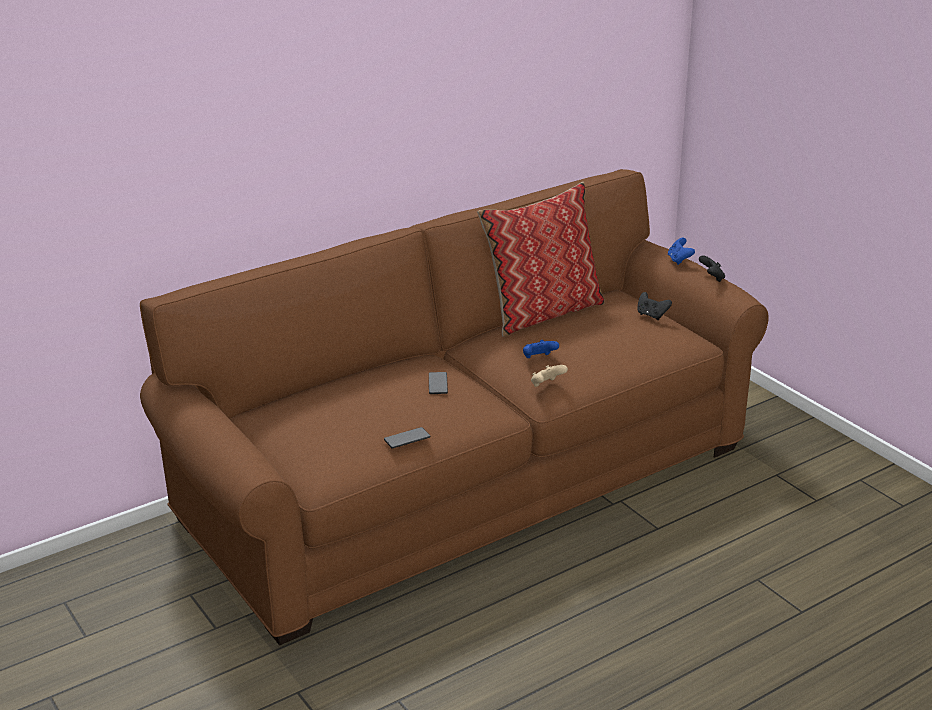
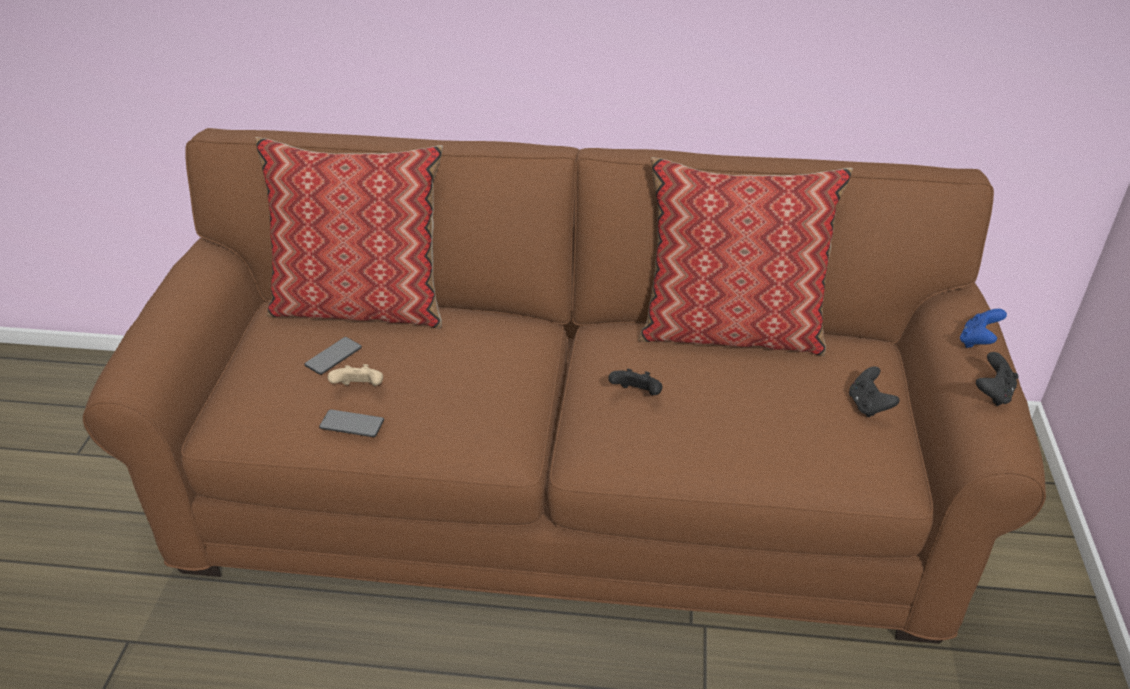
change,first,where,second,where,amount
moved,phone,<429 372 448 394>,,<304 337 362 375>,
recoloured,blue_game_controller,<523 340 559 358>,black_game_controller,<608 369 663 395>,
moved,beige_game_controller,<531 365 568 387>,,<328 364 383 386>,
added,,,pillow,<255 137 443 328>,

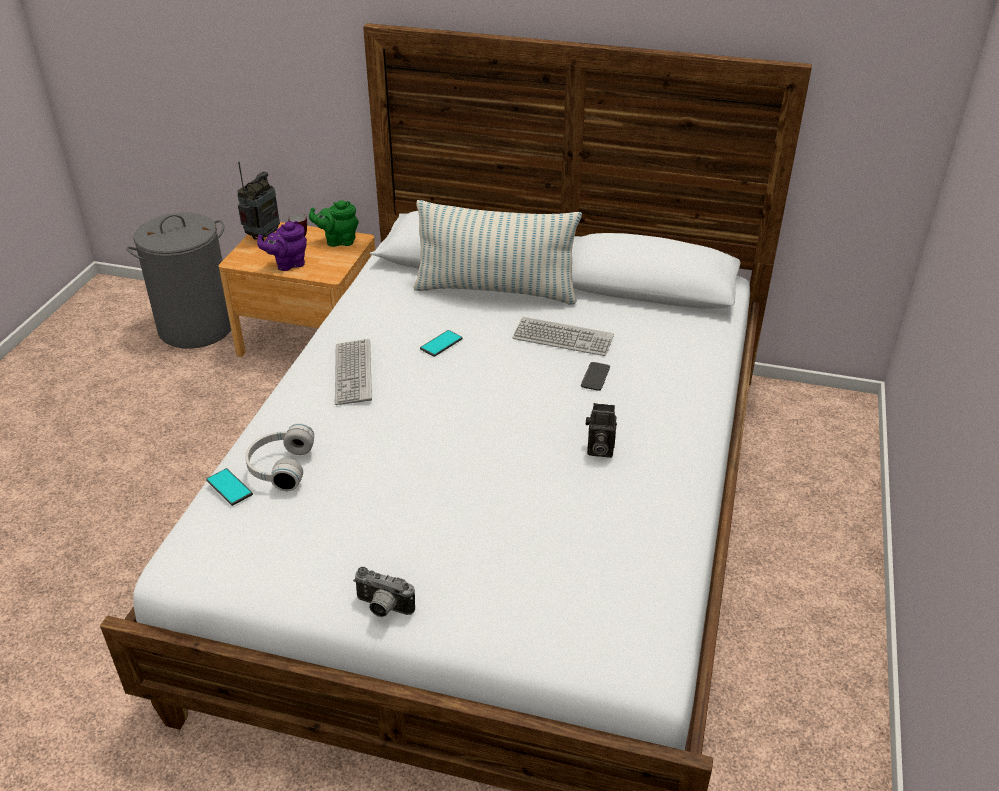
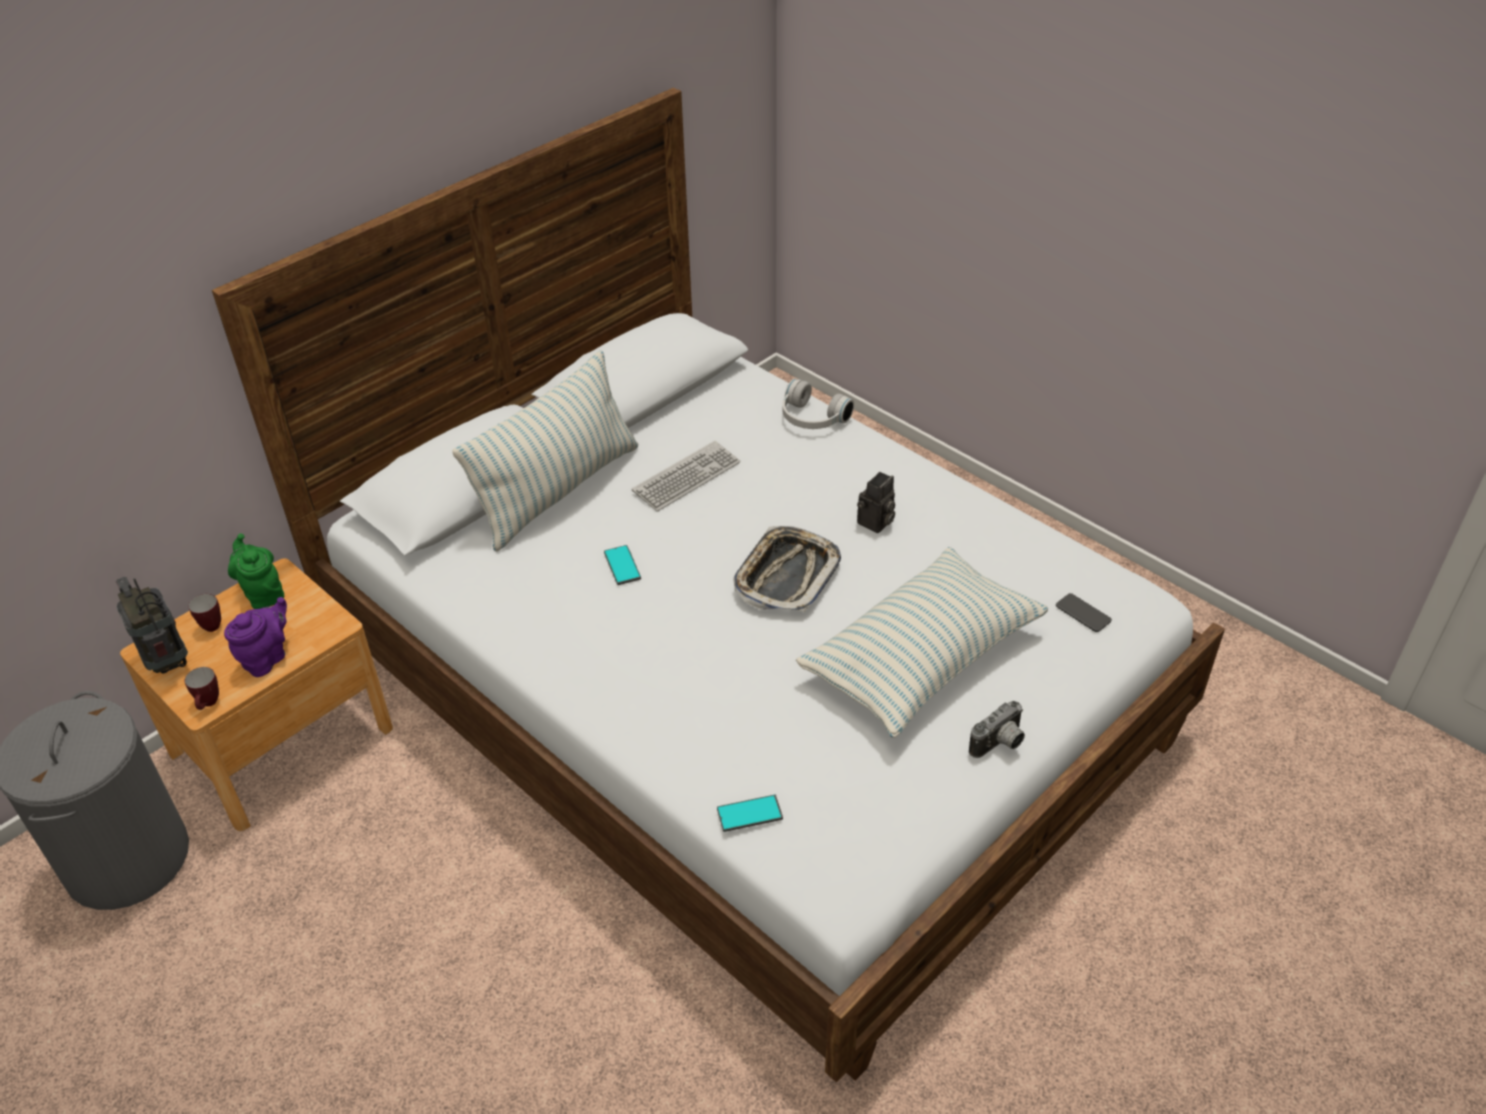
change,first,where,second,where,amount
moved,white_headphones,<245 423 314 491>,,<782 379 854 429>,
turned,purple_teapot,<257 221 307 271>,,<224 597 287 677>,150 degrees counterclockwise
turned,green_teapot,<309 200 359 247>,,<228 533 284 609>,120 degrees clockwise
removed,keyboard,<335 339 372 405>,,,
moved,phone,<581 362 610 391>,,<1056 593 1112 632>,
added,,,mug,<185 667 219 710>,
added,,,tray,<733 526 841 612>,
added,,,pillow,<796 547 1048 738>,

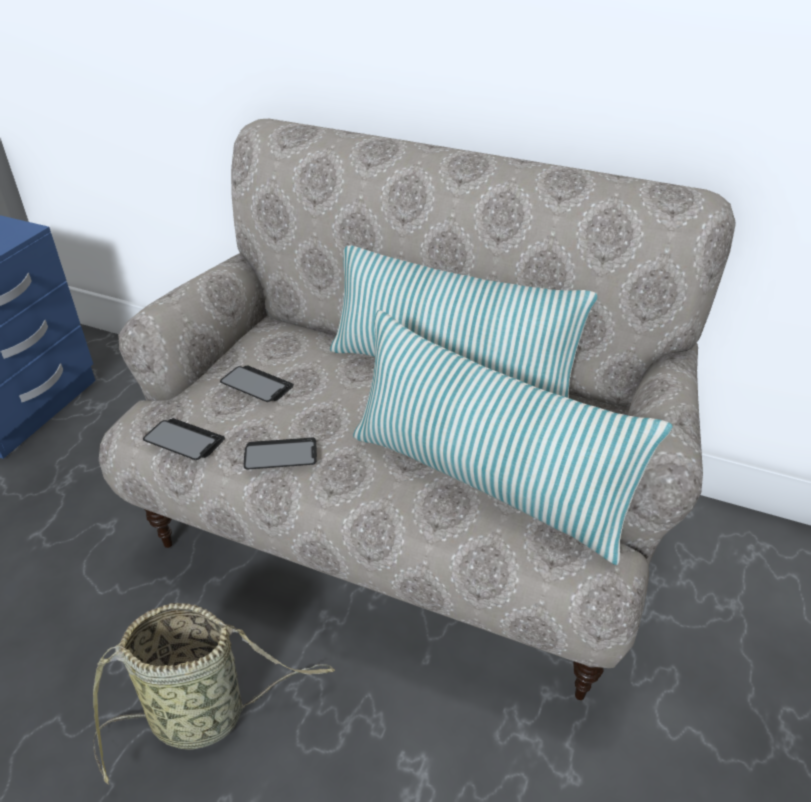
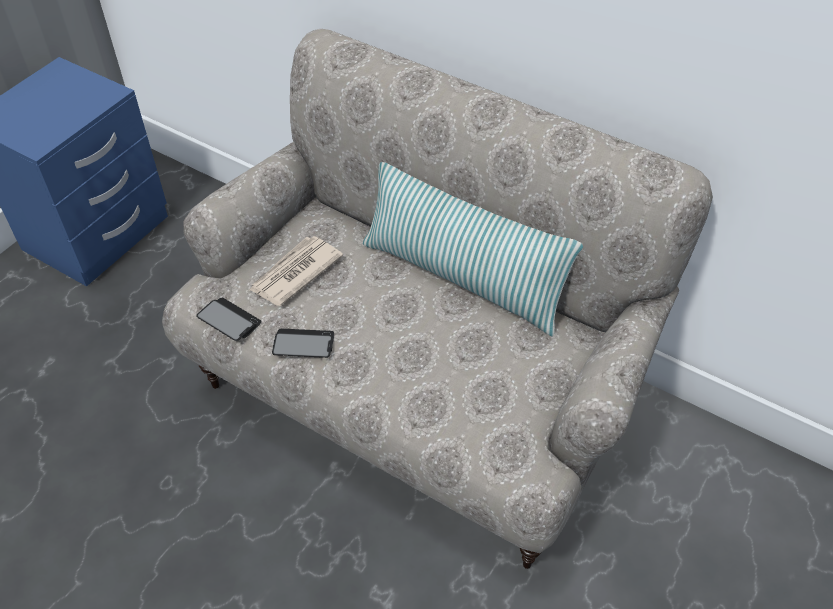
change,first,where,second,where,amount
removed,basket,<93 603 335 785>,,,
replaced,phone,<220 366 294 402>,newspaper,<249 236 343 306>,
removed,pillow,<353 310 673 565>,,,

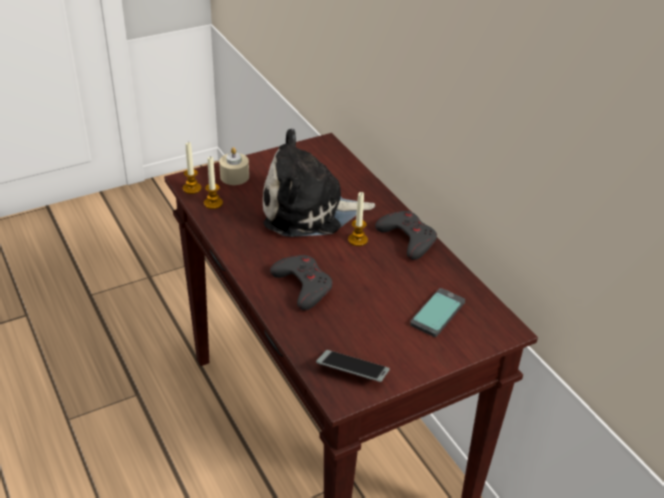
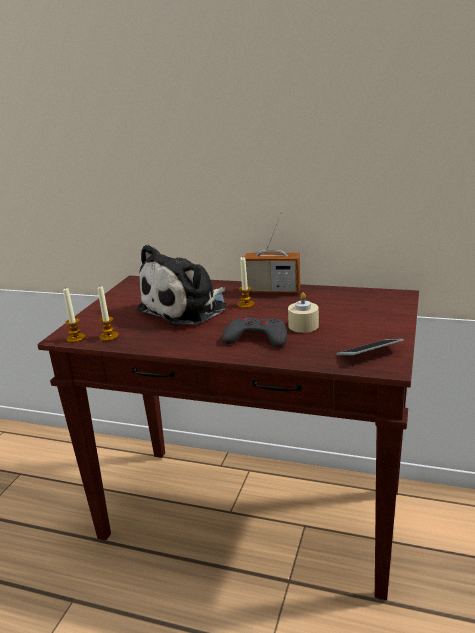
change,first,where,second,where,amount
moved,beige_candle,<219 147 249 185>,,<288 293 319 333>,
replaced,grey_game_controller,<375 211 437 260>,radio,<244 211 300 294>,
removed,phone,<410 288 465 337>,,,

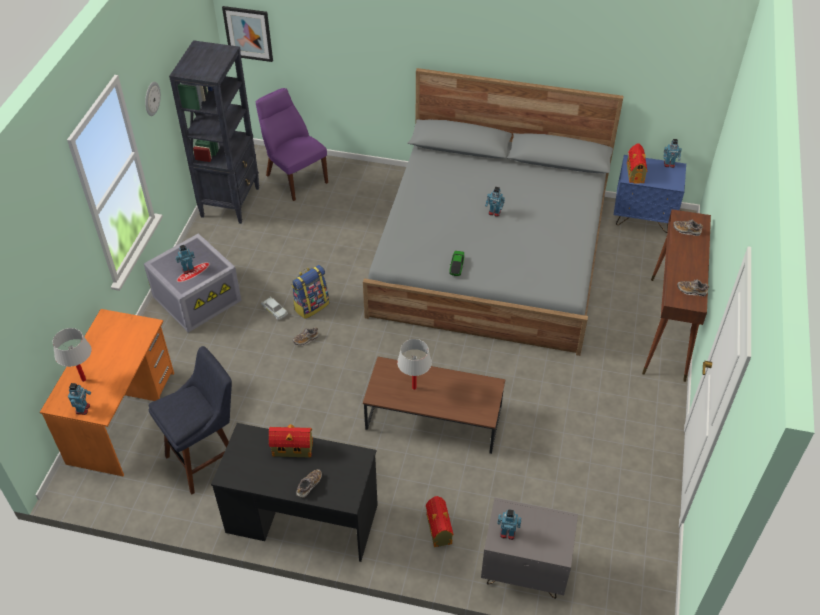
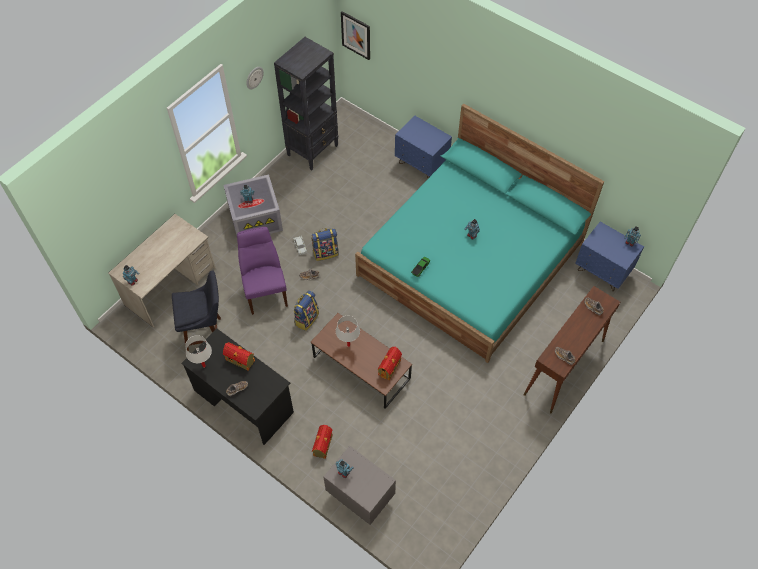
change,first,where,second,where,amount
recoloured,orange_desk,<40 309 174 476>,beige_desk,<108 214 215 327>,
moved,white_table_lamp,<53 328 91 382>,,<185 335 212 368>,
moved,purple_chair,<256 88 328 201>,,<237 227 288 315>,
recoloured,grey_bed,<363 68 624 356>,turquoise_bed,<355 103 604 363>,
moved,toy_house,<627 143 648 184>,,<378 347 402 380>,
added,,,backpack,<294 291 319 331>,
added,,,blue_nightstand,<395 116 452 178>,

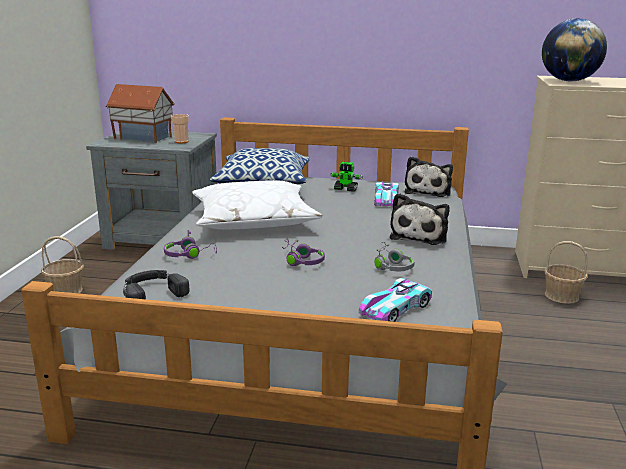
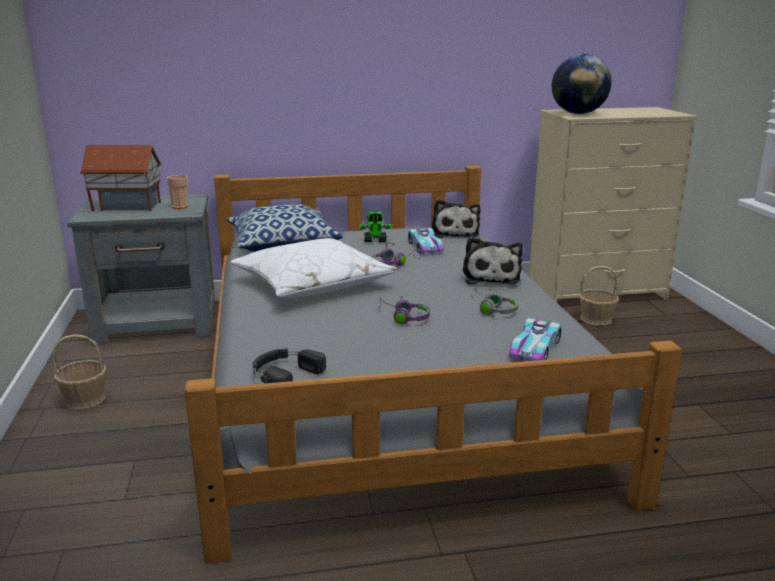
change,first,where,second,where,amount
moved,purple_headphones,<164 230 217 259>,,<372 242 421 266>,

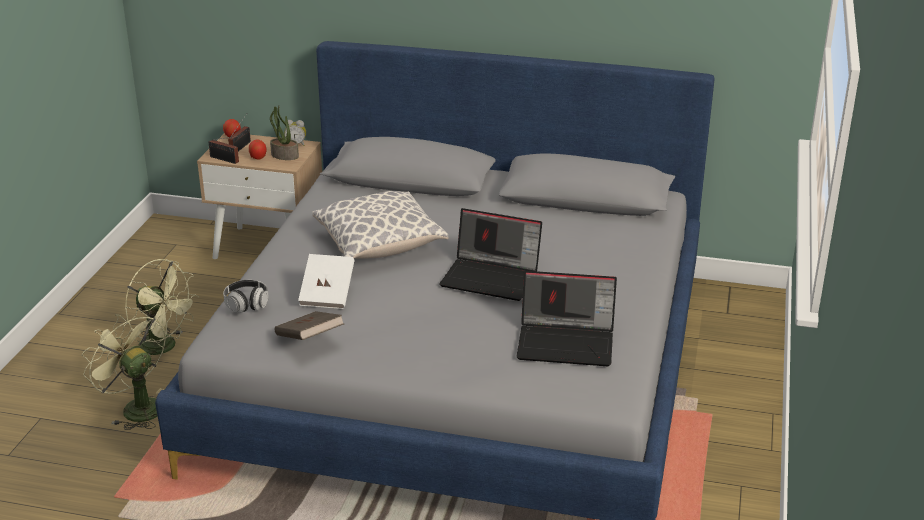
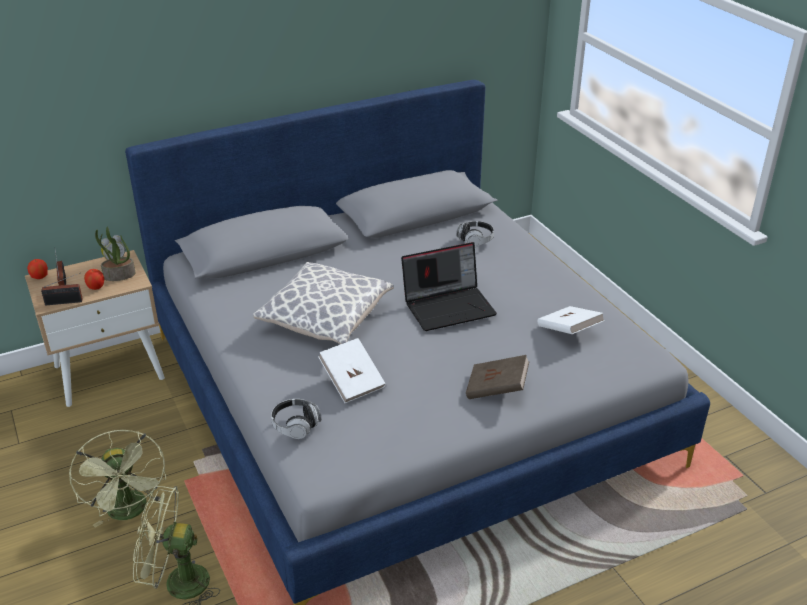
change,first,where,second,where,amount
turned,green_fan,<125 259 199 357>,,<69 430 166 528>,75 degrees clockwise
moved,brown_book,<275 311 344 340>,,<466 355 529 399>,
replaced,laptop,<517 271 617 366>,white_book,<538 306 605 334>,
added,,,headphones,<456 221 494 247>,

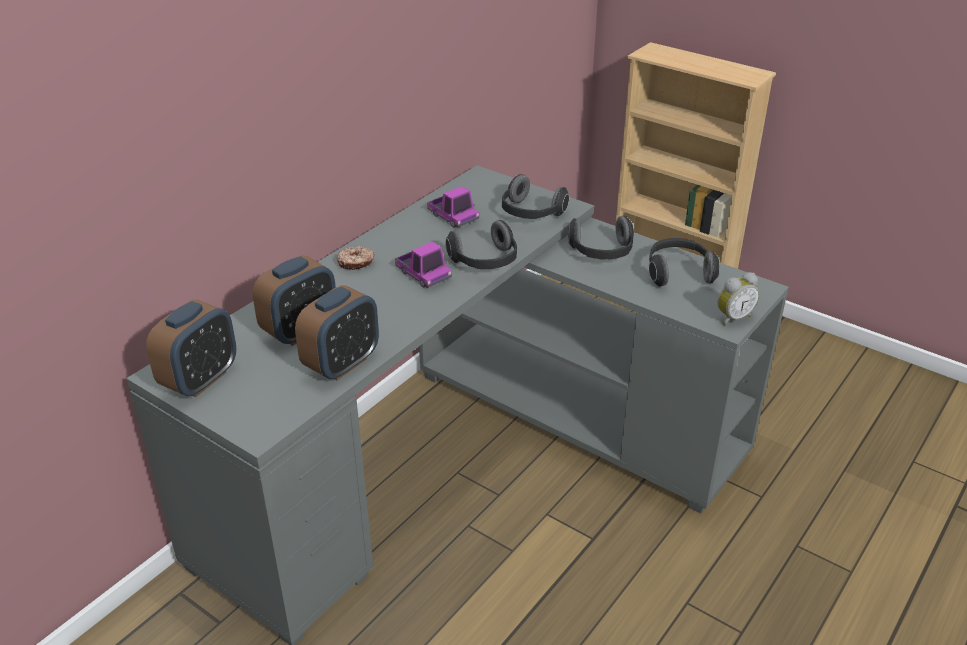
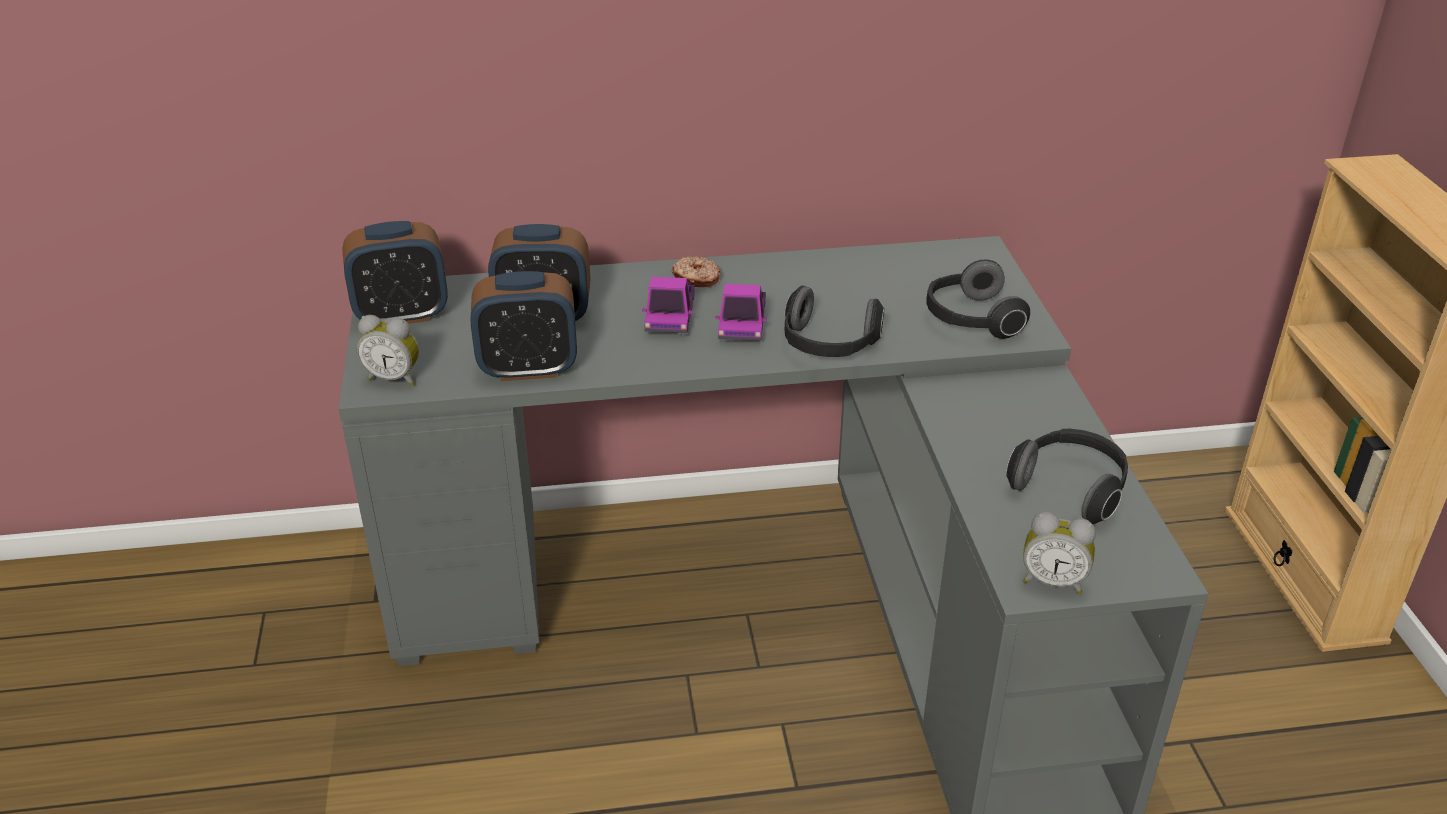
change,first,where,second,where,amount
moved,toy_truck,<427 186 479 228>,,<642 277 695 333>,
removed,headphones,<568 216 634 259>,,,
added,,,alarm_clock,<357 315 419 386>,

